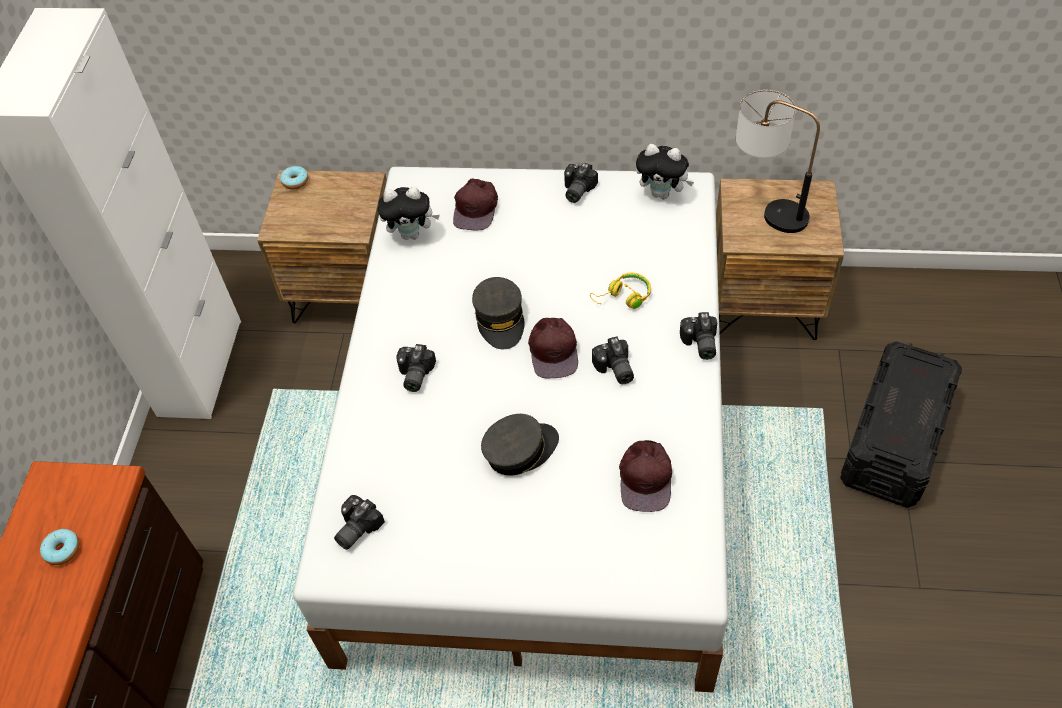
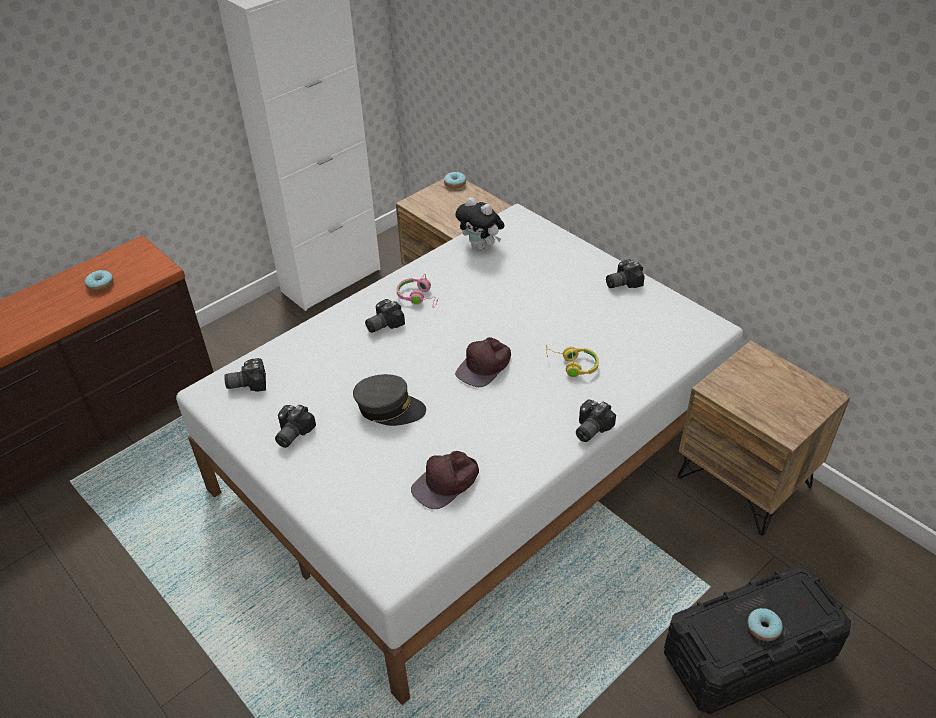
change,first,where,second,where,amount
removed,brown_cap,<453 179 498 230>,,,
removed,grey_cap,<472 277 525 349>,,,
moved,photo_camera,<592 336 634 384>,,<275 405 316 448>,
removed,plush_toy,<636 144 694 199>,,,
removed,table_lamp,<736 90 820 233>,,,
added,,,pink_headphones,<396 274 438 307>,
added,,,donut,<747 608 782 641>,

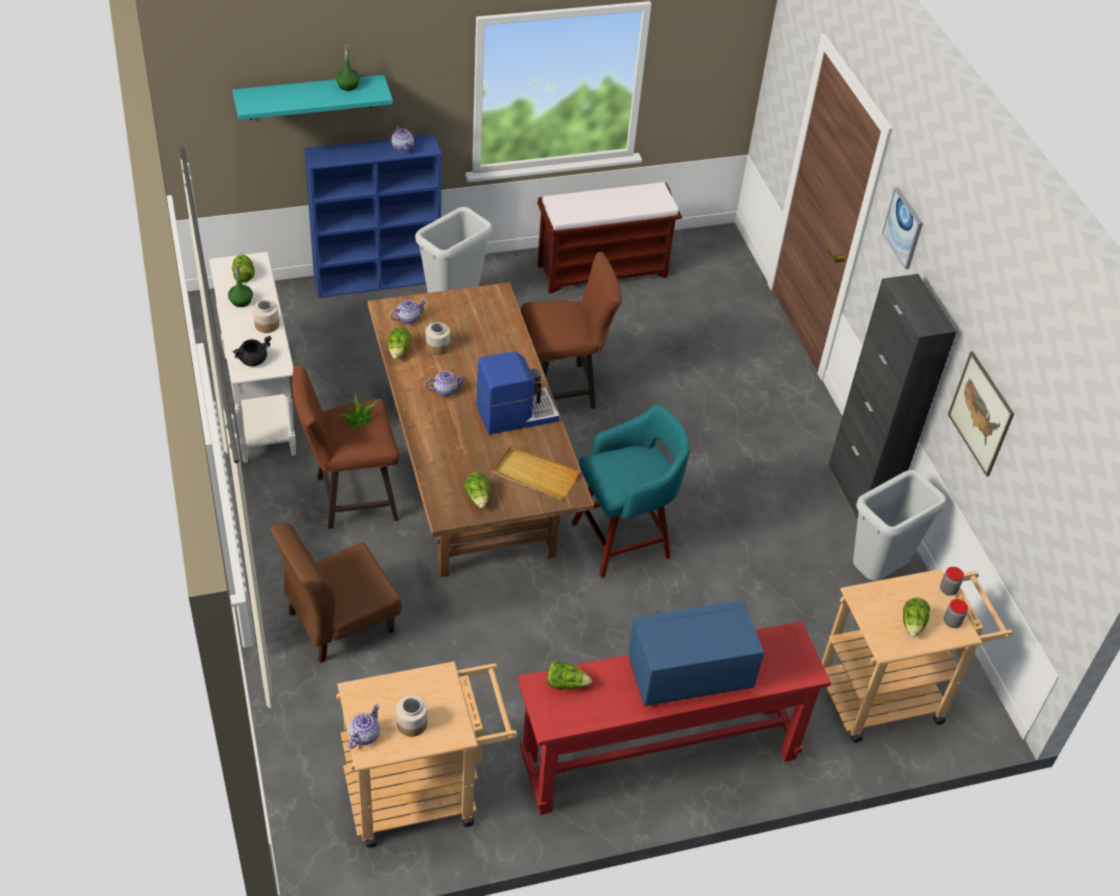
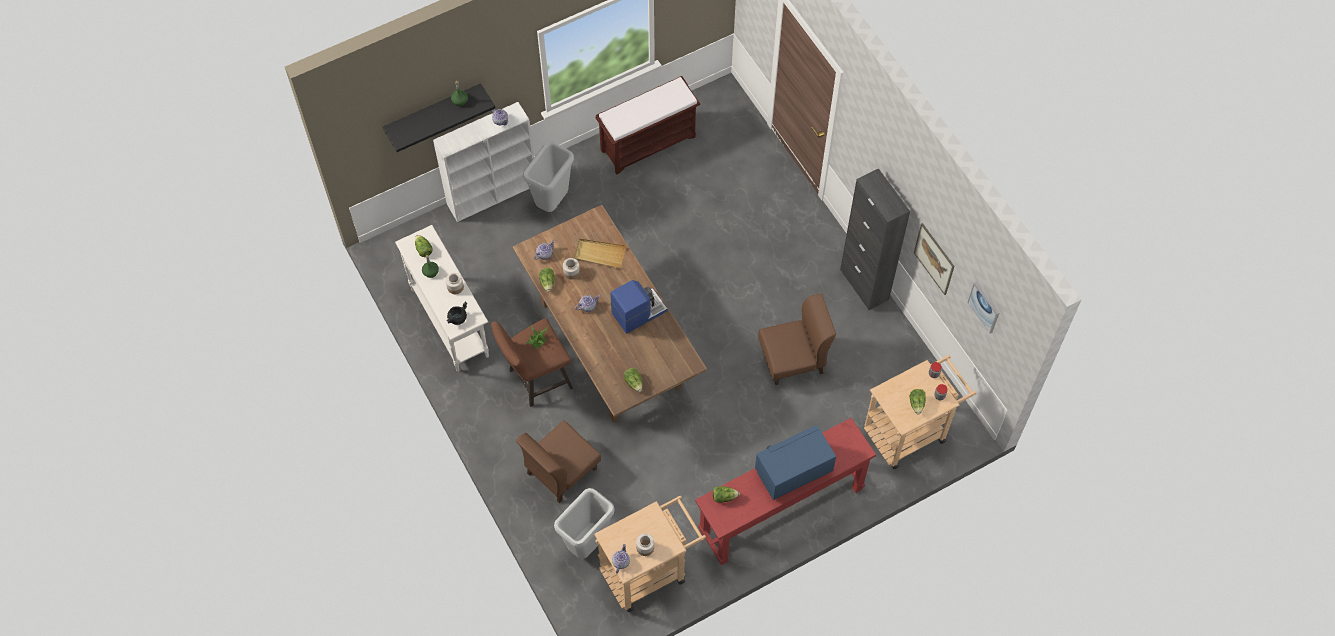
change,first,where,second,where,amount
recoloured,turquoise_shelf,<232 75 393 120>,black_shelf,<383 83 495 152>,
recoloured,blue_bookcase,<304 134 441 298>,white_bookcase,<433 102 534 222>,
moved,beige_tray,<493 446 580 500>,,<574 238 626 268>,
removed,brown_stool,<521 252 622 409>,,,
removed,turquoise_stool,<572 404 690 578>,,,
moved,grey_trash_can,<853 470 947 581>,,<554 488 615 559>,
moved,picture,<882 188 923 269>,,<967 282 999 333>,
added,,,brown_chair,<758 294 836 385>,

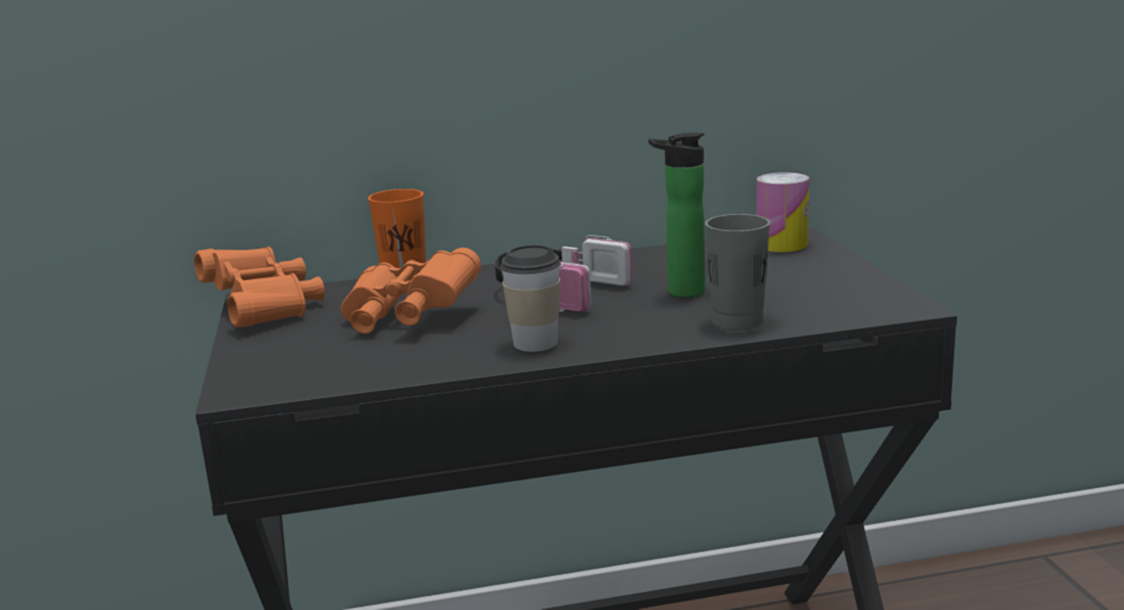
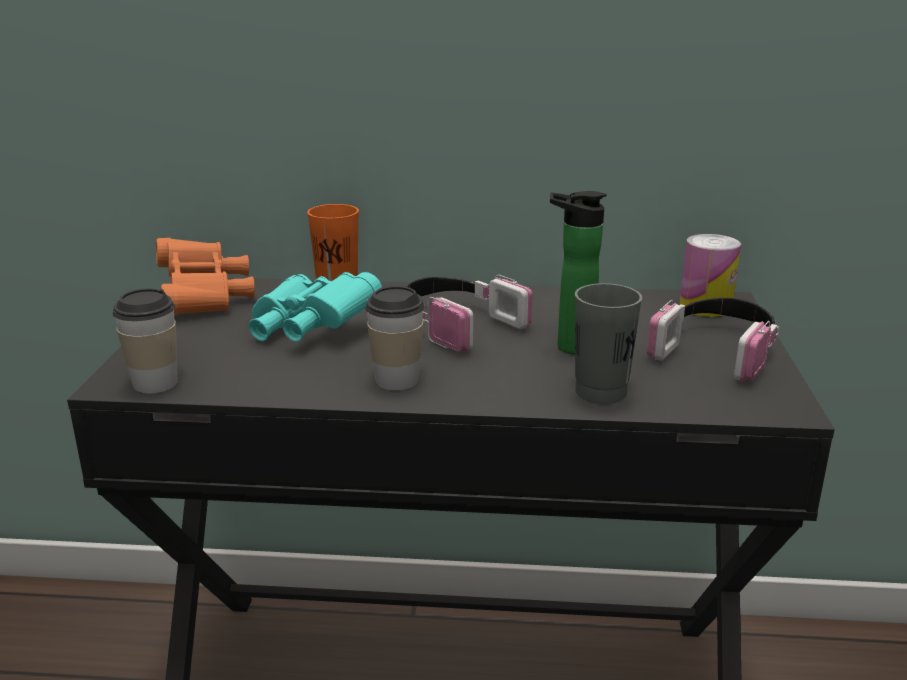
change,first,where,second,where,amount
recoloured,orange_binoculars,<340 248 481 334>,turquoise_binoculars,<249 272 382 342>,
added,,,cup,<112 289 178 394>,
added,,,headphones,<647 298 780 383>,

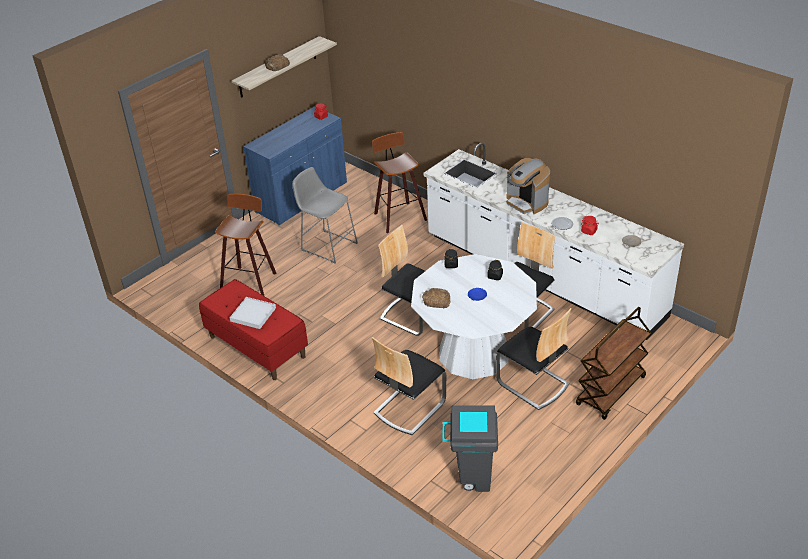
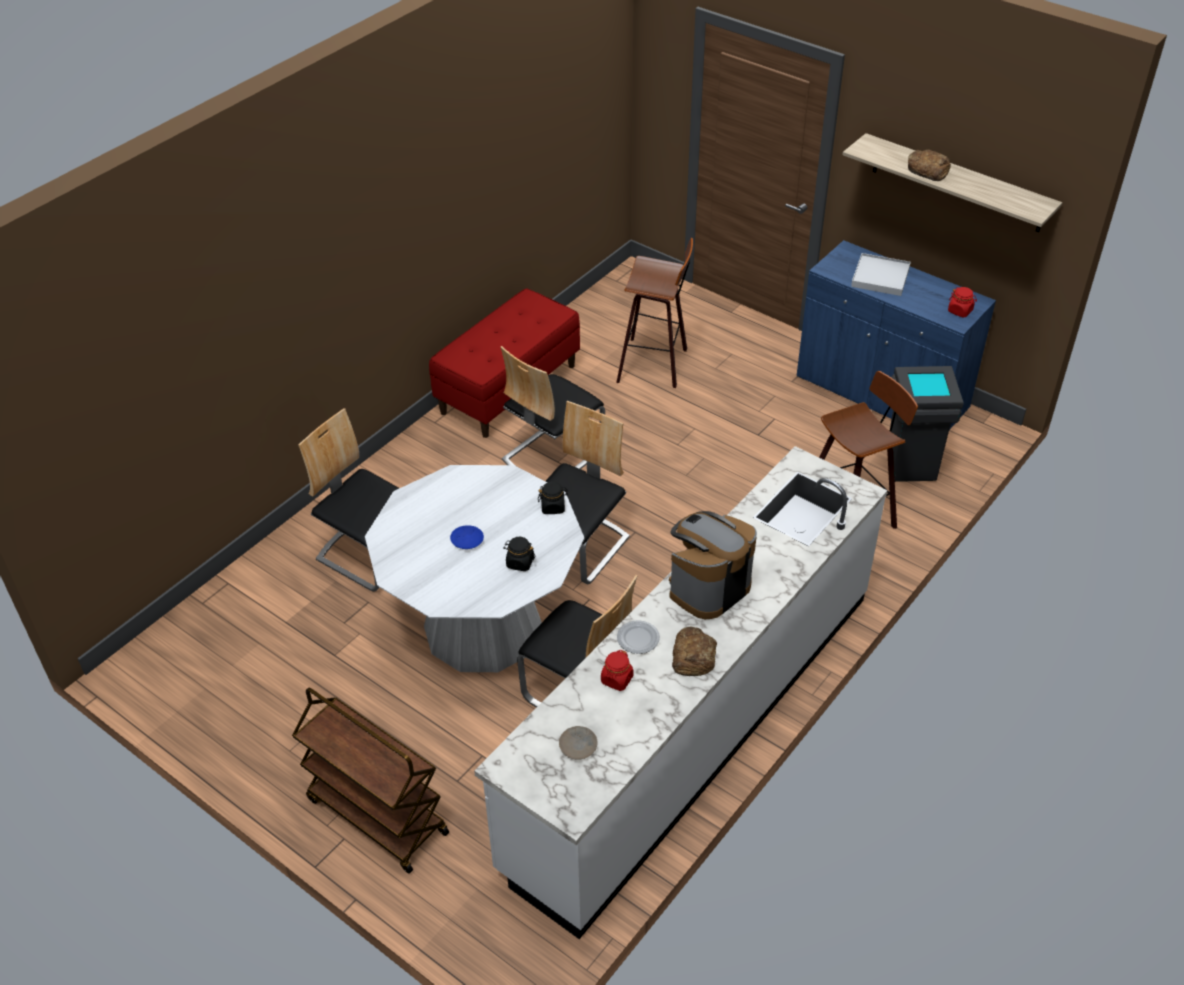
change,first,where,second,where,amount
moved,white_tray,<230 297 276 329>,,<851 253 911 296>,
removed,grey_stool,<292 167 358 263>,,,
moved,bread,<422 288 451 308>,,<672 627 717 676>,
moved,grey_trash_can,<442 405 498 492>,,<890 366 964 482>,
moved,chair,<496 308 571 410>,,<501 346 605 469>,

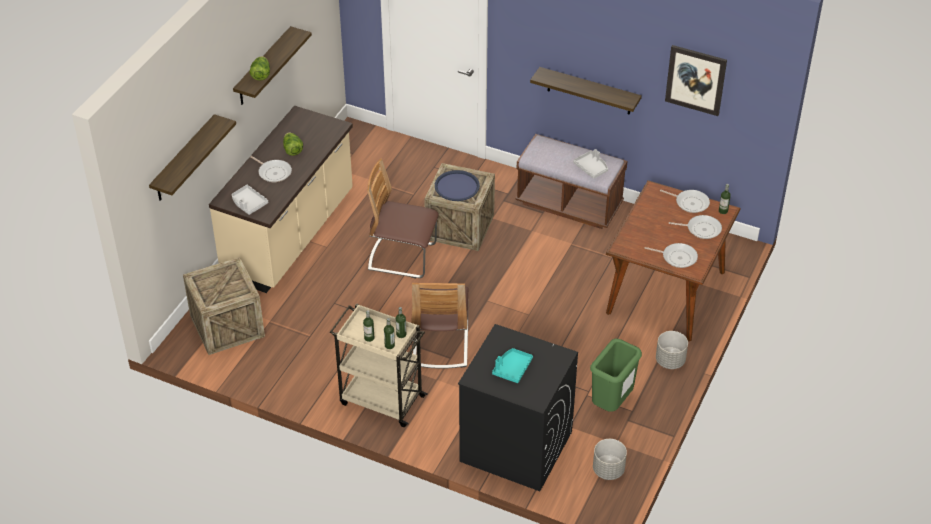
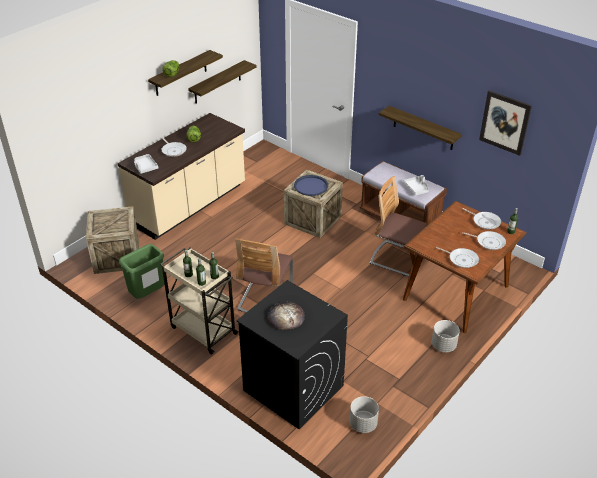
change,first,where,second,where,amount
moved,shelf,<149 114 236 201>,,<188 60 257 103>,
moved,chair,<367 159 439 278>,,<370 176 428 276>,
replaced,turquoise_tray,<492 348 533 383>,bread,<268 302 305 330>,
moved,green_trash_can,<590 339 642 412>,,<119 244 164 299>,

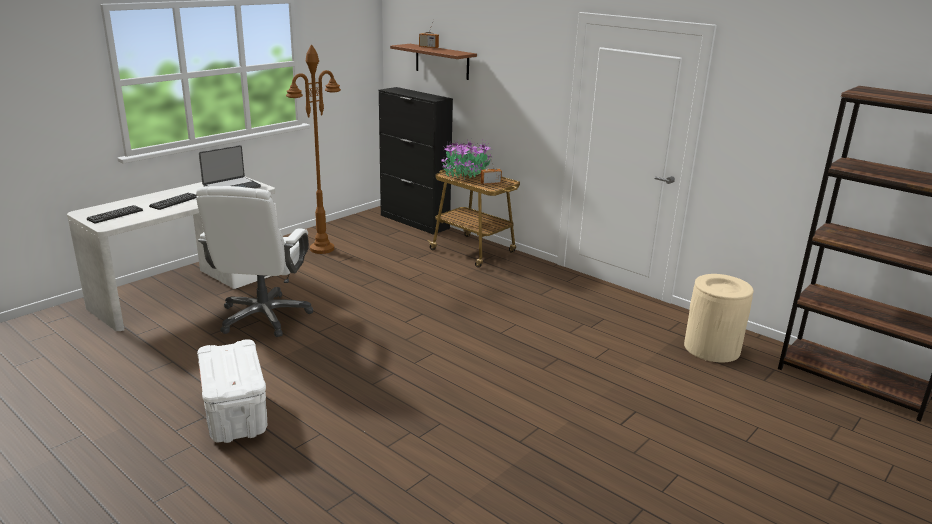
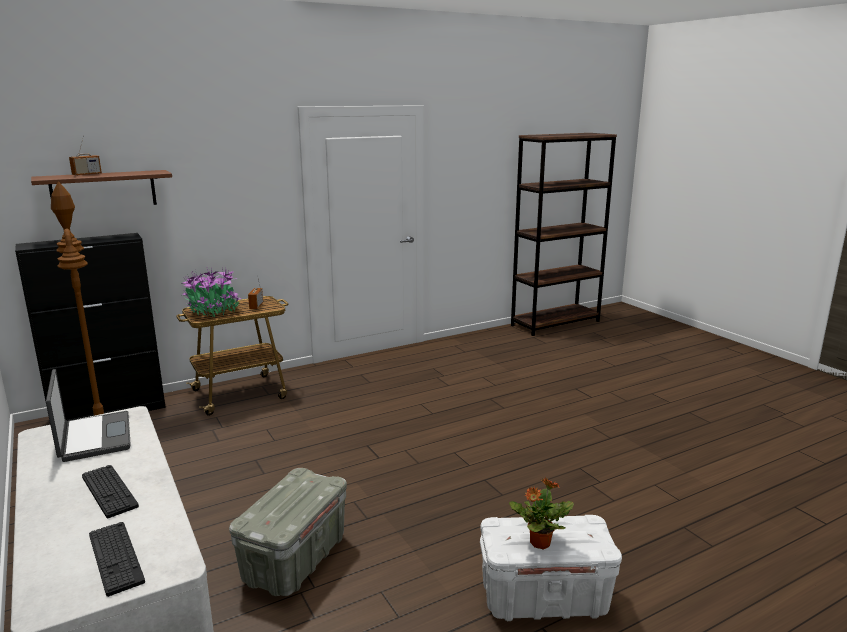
change,first,where,second,where,amount
replaced,white_office_chair,<196 186 313 337>,grey_storage_box,<229 468 347 596>,
removed,beige_trash_can,<684 274 754 363>,,,
added,,,potted_plant,<509 477 574 549>,

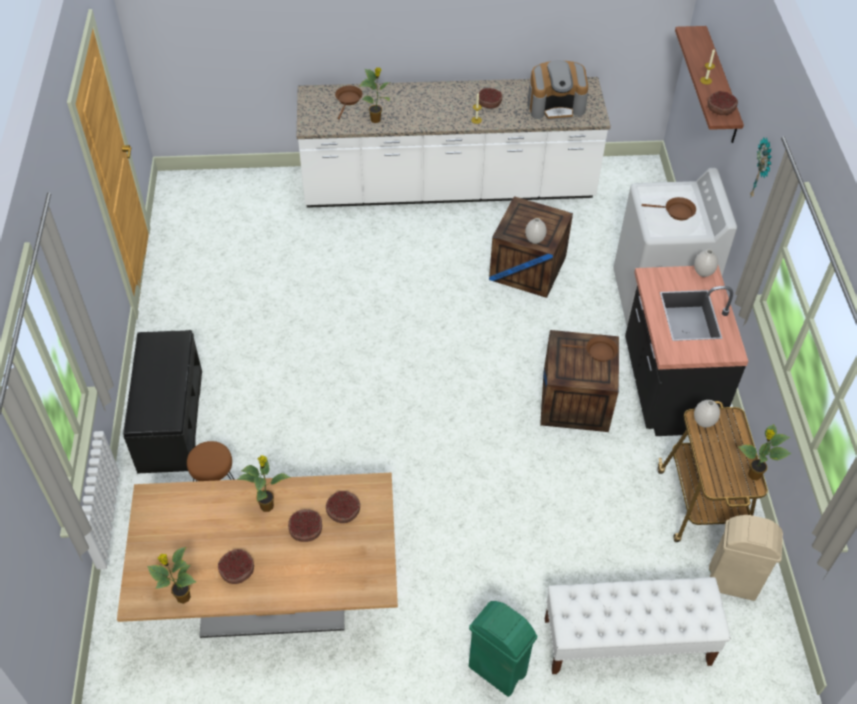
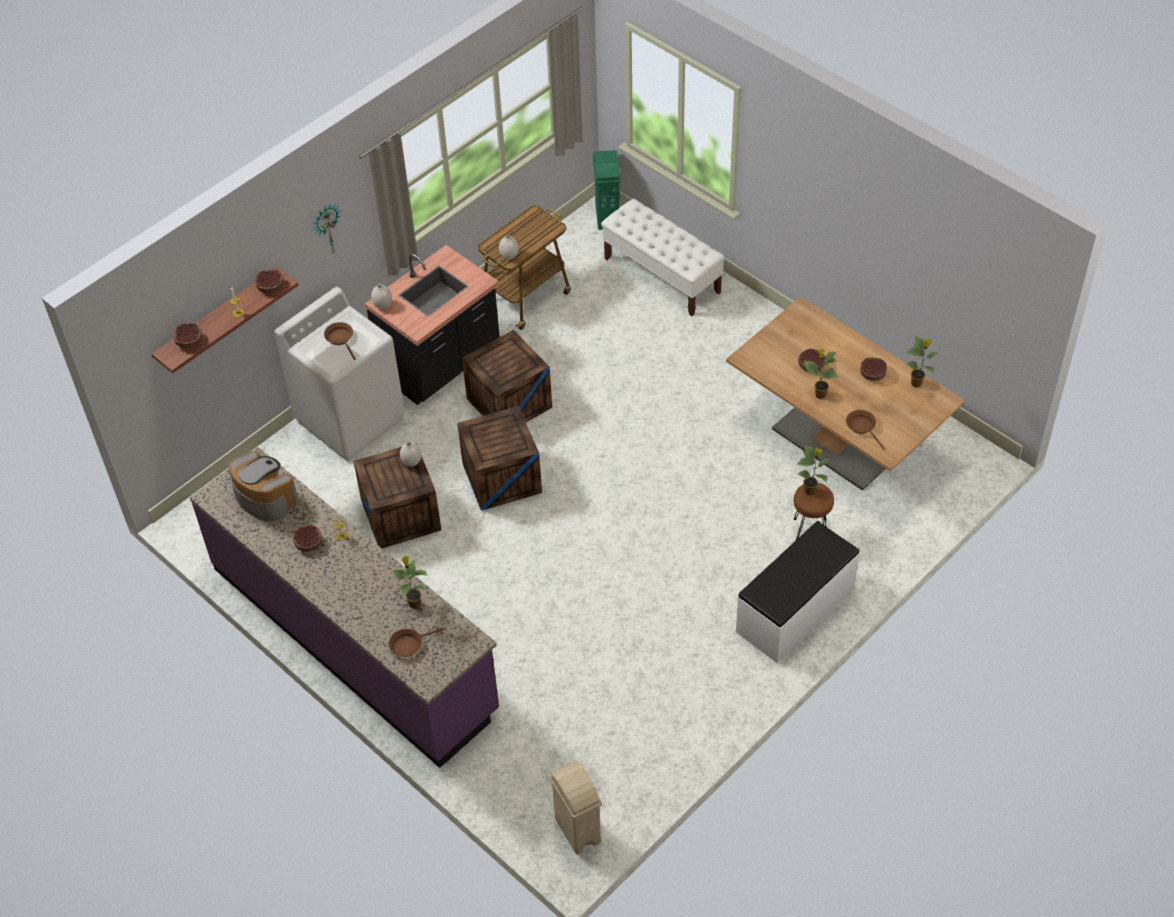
change,first,where,second,where,amount
recoloured,black_bench,<123 330 202 474>,white_bench,<736 521 860 663>,
recoloured,white_counter,<297 77 611 208>,purple_counter,<190 447 499 768>,
moved,bowl,<326 491 360 523>,,<173 323 202 348>,
moved,green_trash_can,<469 601 537 697>,,<593 150 621 230>,
moved,brown_frying_pan,<562 336 618 362>,,<846 410 885 450>,
moved,beige_trash_can,<709 515 783 601>,,<549 762 602 855>,
moved,potted_plant,<738 424 792 480>,,<797 445 830 495>,
added,,,crate,<457 406 542 511>,

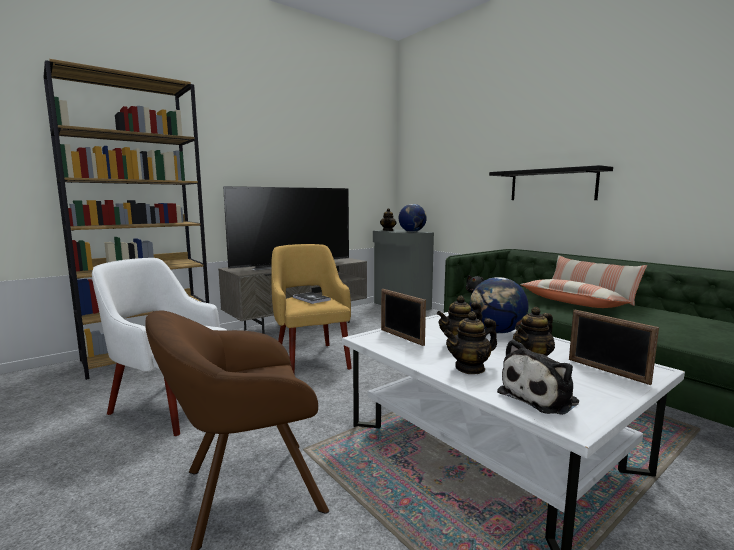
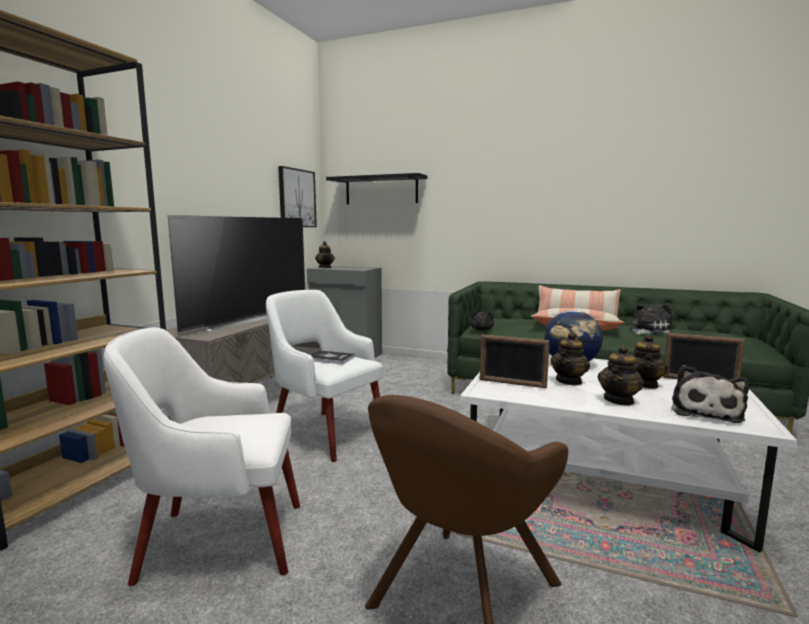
change,first,where,second,where,amount
recoloured,yellow_armchair,<271 244 352 374>,white_armchair,<266 290 383 462>,
removed,globe,<399 204 427 232>,,,
moved,black_shelf,<489 165 613 200>,,<326 173 427 204>,
added,,,picture,<278 166 317 227>,
added,,,plush_toy,<629 304 672 335>,

